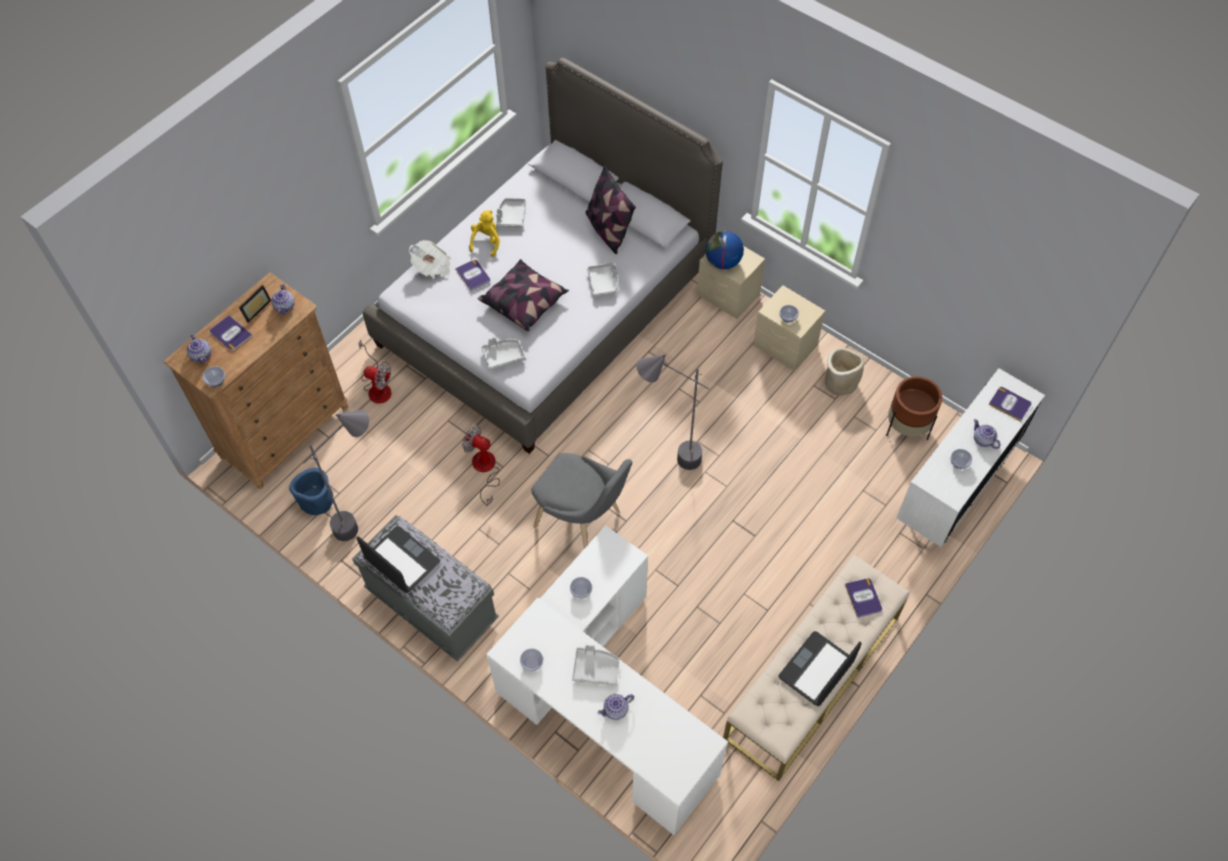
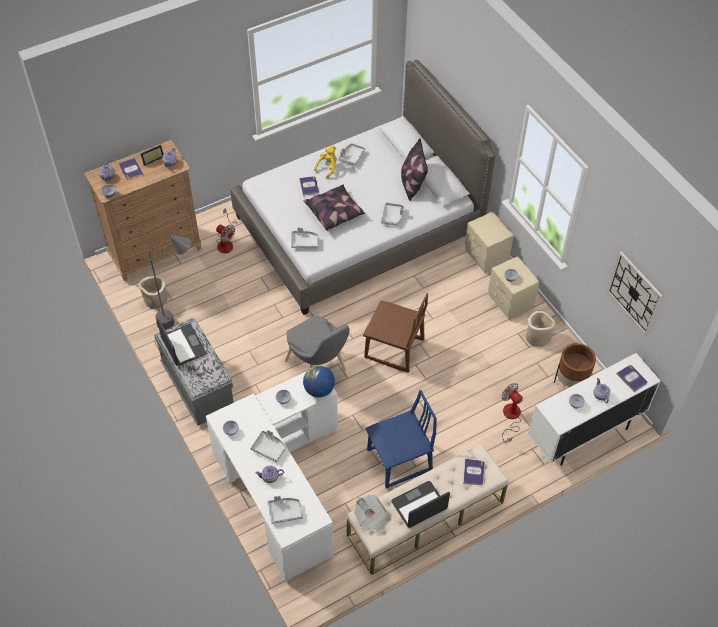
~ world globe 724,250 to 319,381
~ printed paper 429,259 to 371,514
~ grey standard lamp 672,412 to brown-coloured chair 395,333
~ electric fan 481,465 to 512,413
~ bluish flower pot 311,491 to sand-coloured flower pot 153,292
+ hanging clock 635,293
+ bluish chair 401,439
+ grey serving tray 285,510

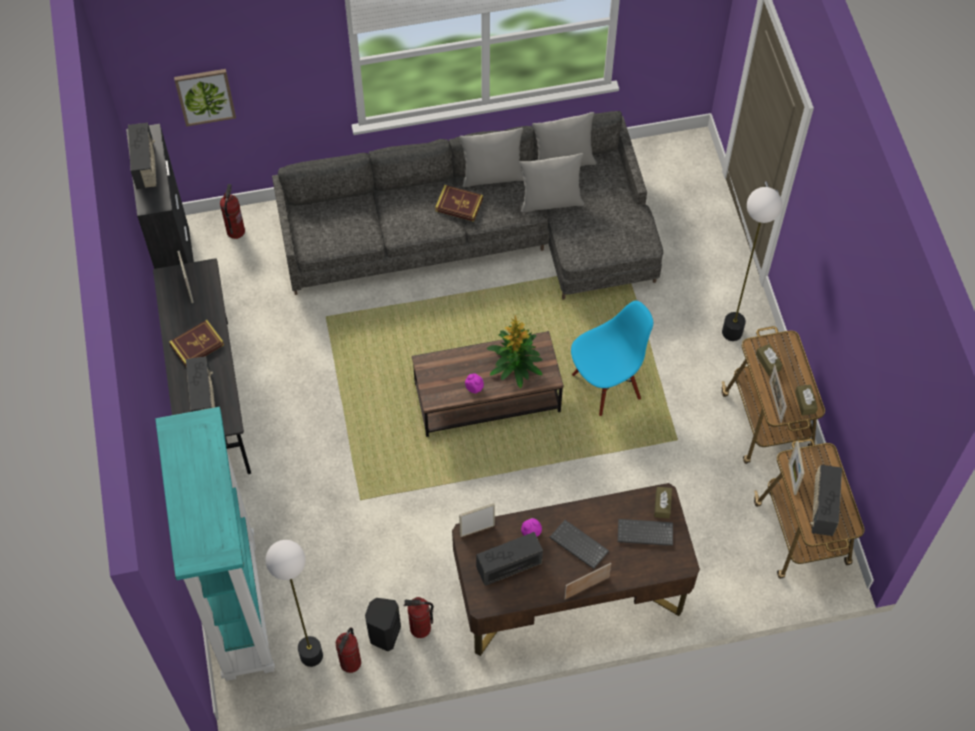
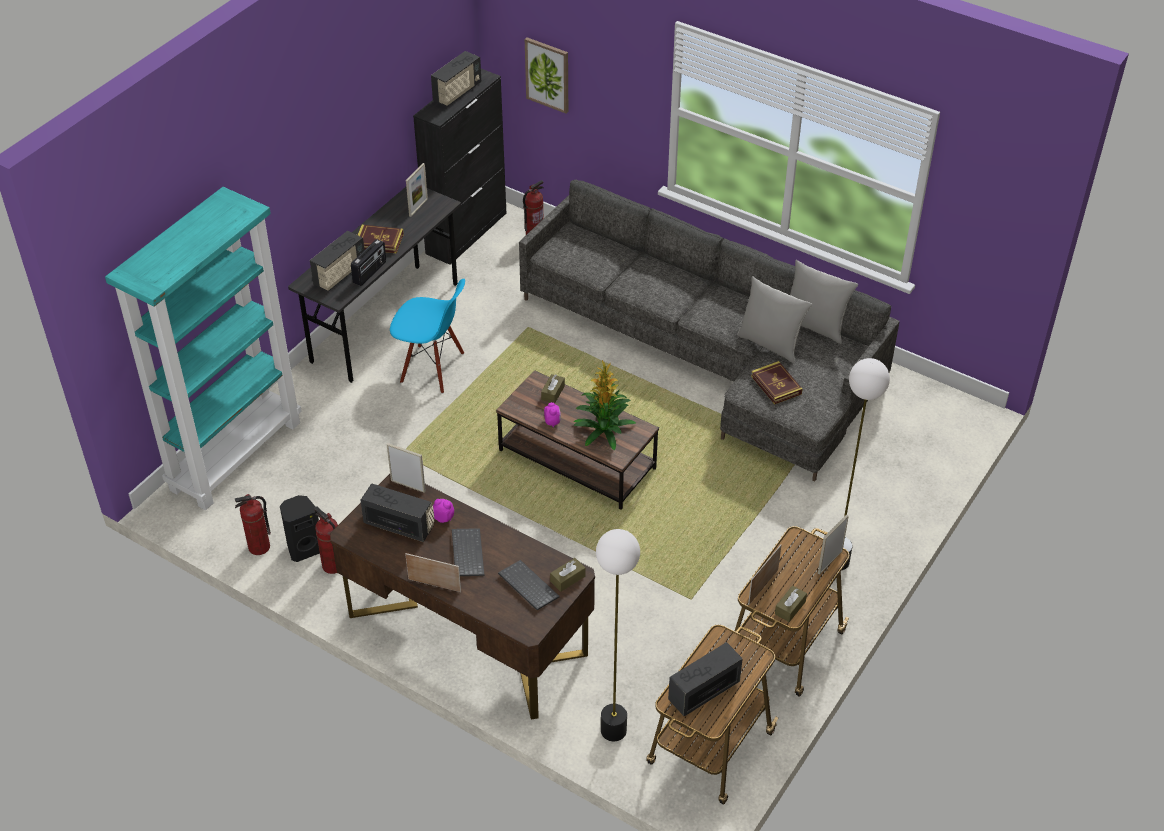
- grey pillow 491,157
~ bound book 459,203 to 776,382
~ bluish chair 612,358 to 427,336
~ brown-coloured box of tissues 769,360 to 553,389
~ standing frame 796,468 to 833,545
~ standard lamp 294,603 to 618,635
+ radio 368,262

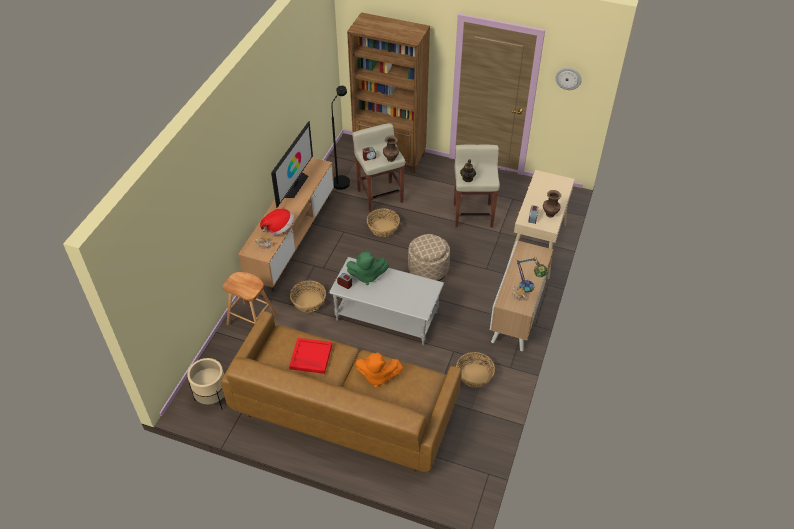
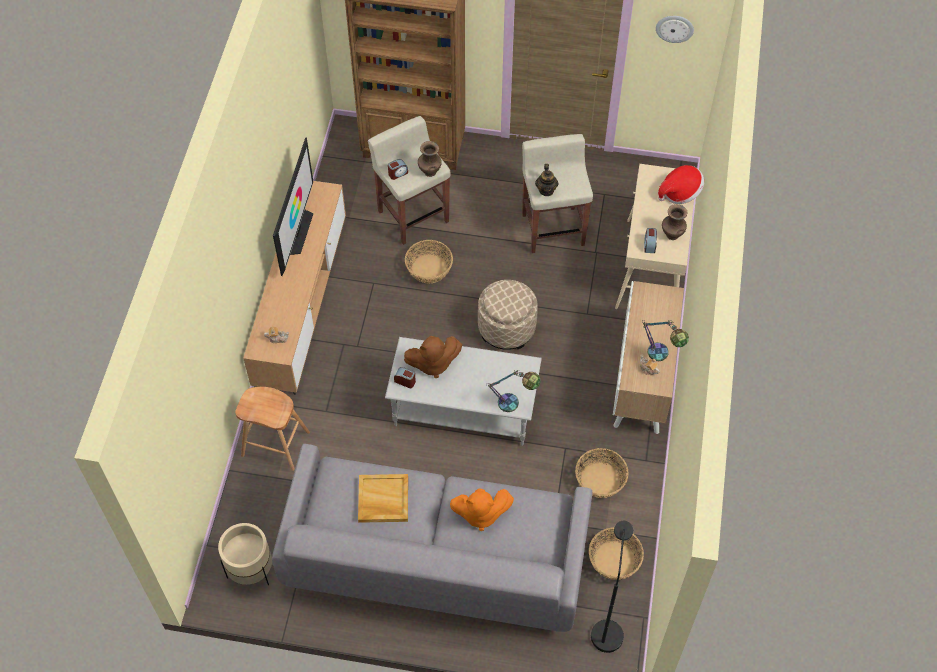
~ black standard lamp 340,138 to 612,587
~ hat 277,221 to 681,184
~ green cuddly toy 367,268 to brown-coloured cuddly toy 433,357
~ basket 308,296 to 616,553
~ brown-coloured sofa 341,391 to grey sofa 432,538
~ reddish serving tray 310,356 to sand-coloured serving tray 383,498
+ tabletop lamp 513,391

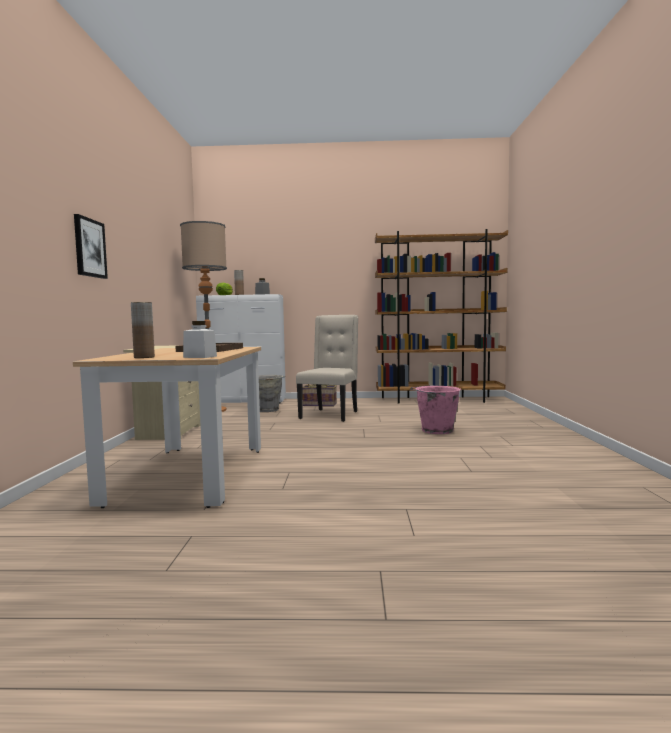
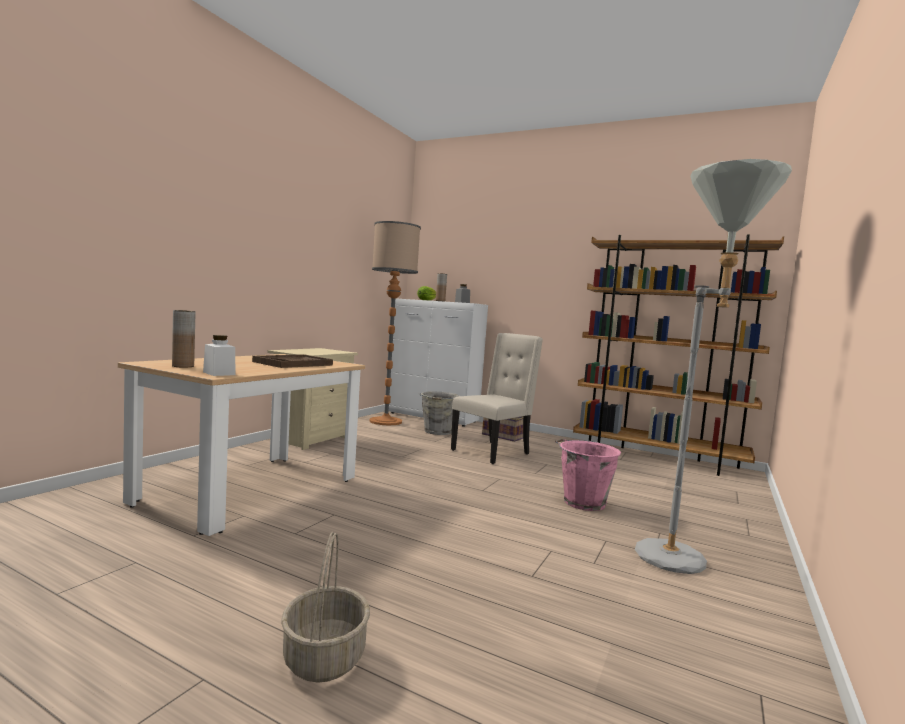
- wall art 91,246
+ grey standard lamp 713,366
+ basket 325,607

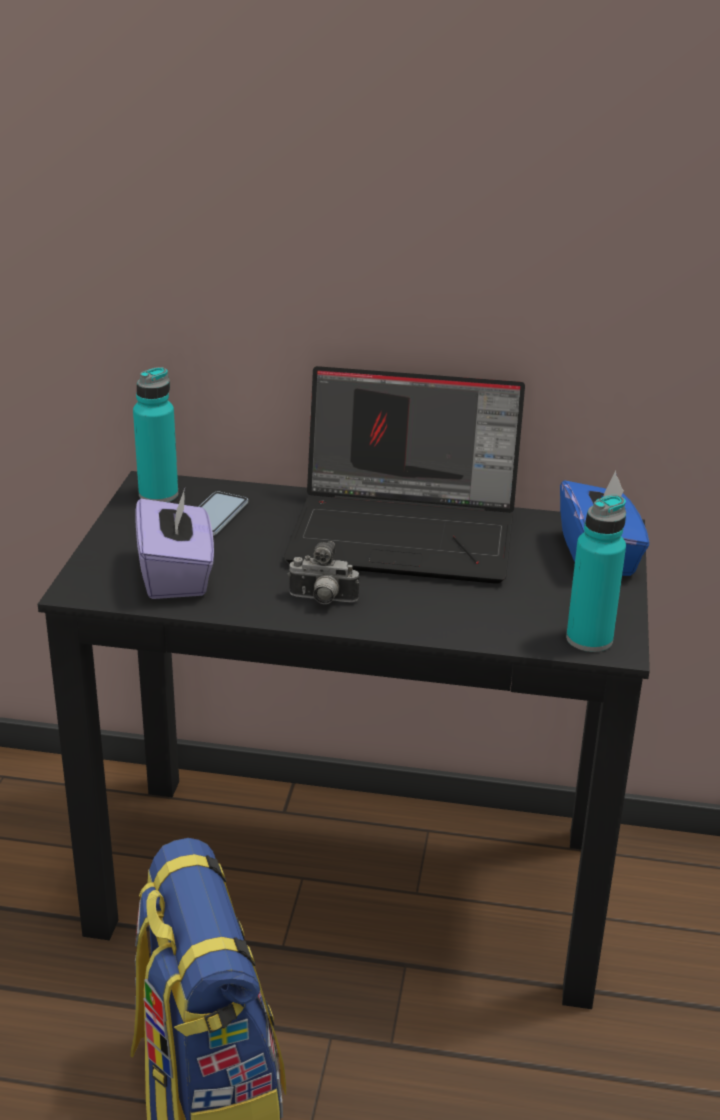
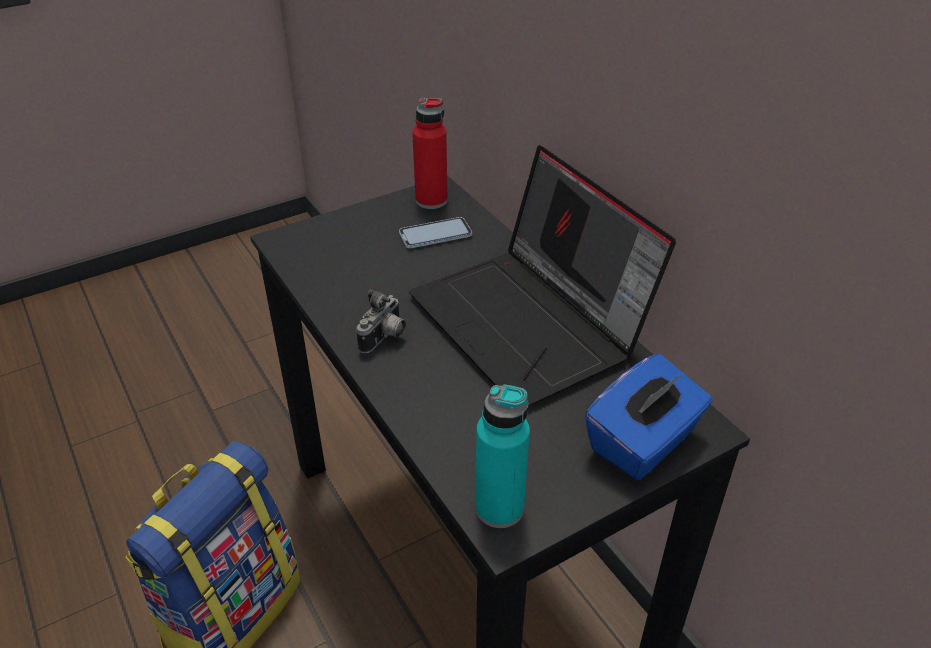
~ turquoise-coloured bottle 155,434 to reddish bottle 430,153
- purplish box of tissues 174,543
~ still camera 323,572 = 381,321 120 degrees counterclockwise

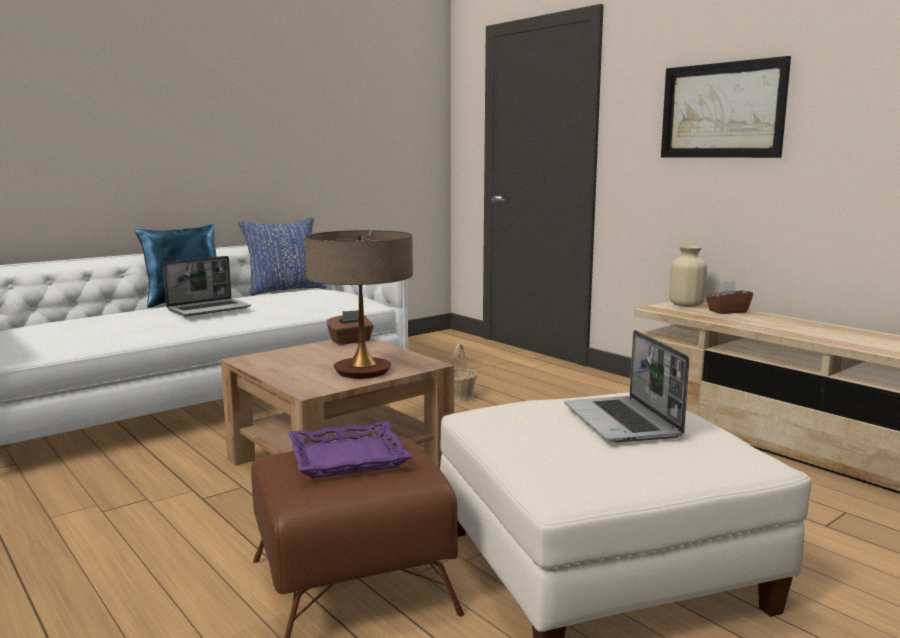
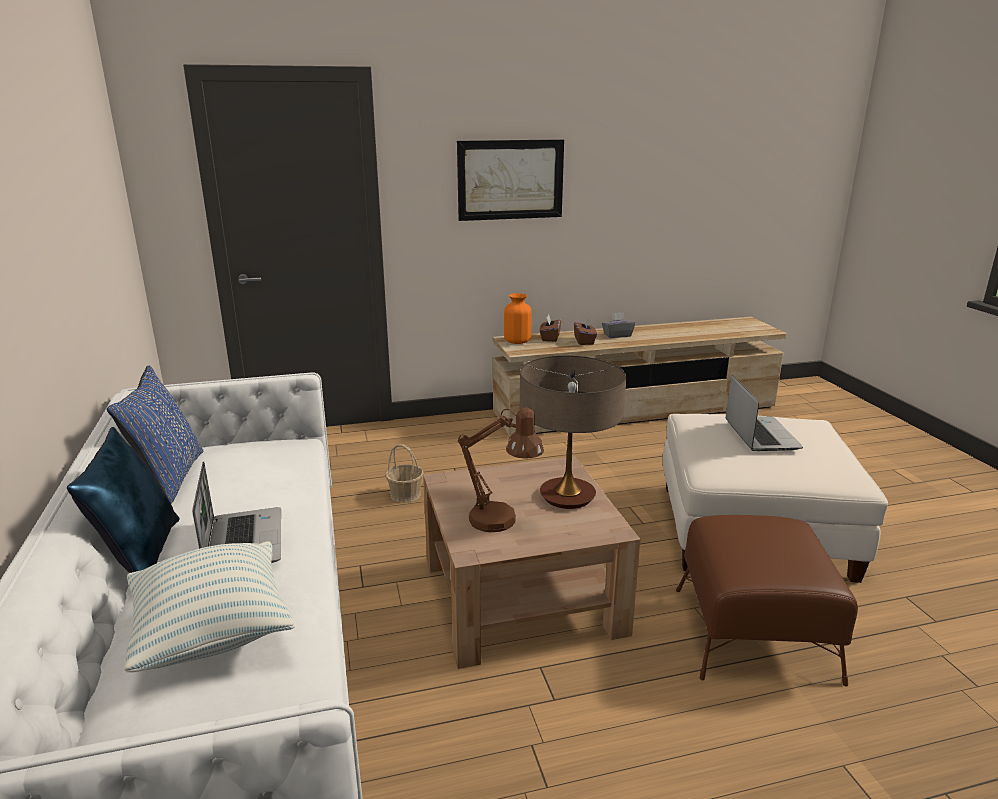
~ sand-coloured vase 688,276 to orangey vase 518,318
~ brown-coloured box of tissues 350,327 to 585,331
~ laptop 626,386 = 764,413 105 degrees counterclockwise
- purplish serving tray 350,449
+ grey box of tissues 618,325
+ brown-coloured tabletop lamp 501,469
+ pillow 209,607

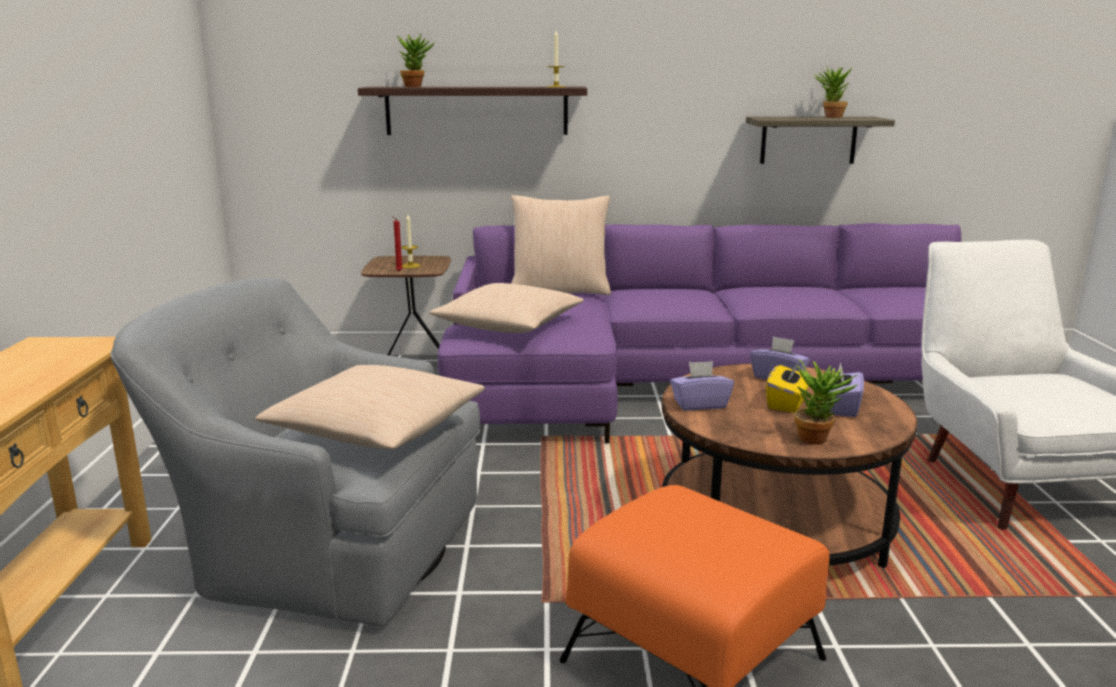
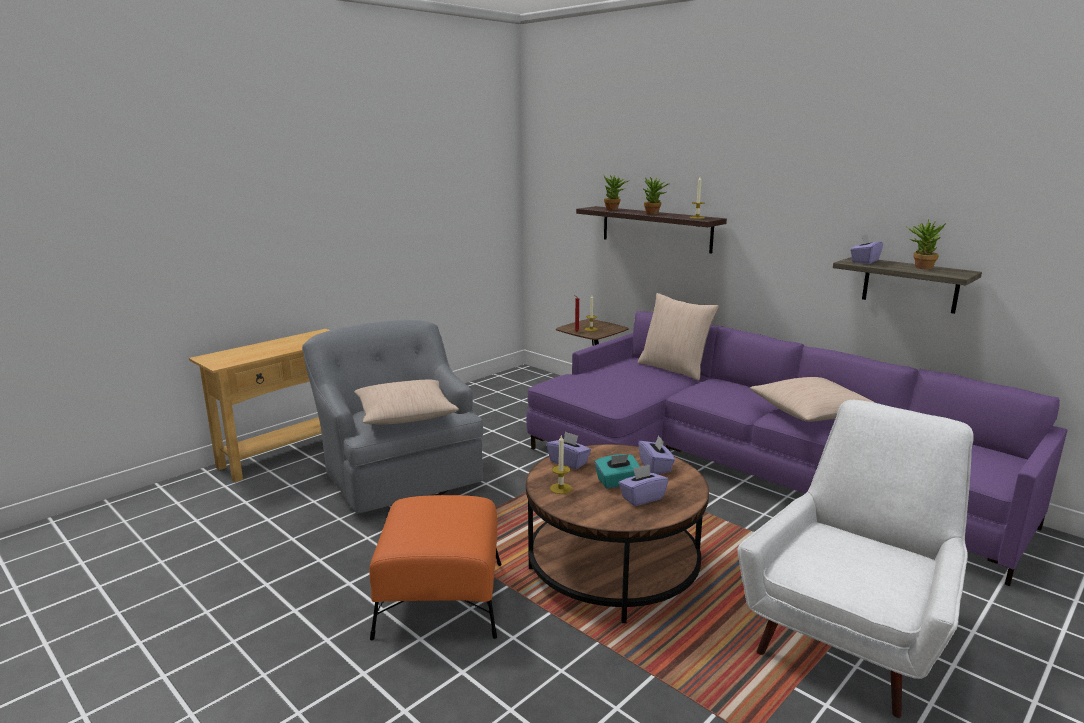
~ sand-coloured pillow 506,308 to 812,399
~ houseplant 826,402 to 656,196
~ yellow box of tissues 787,387 to turquoise-coloured box of tissues 617,471
+ purplish box of tissues 866,249
+ wax light 561,464

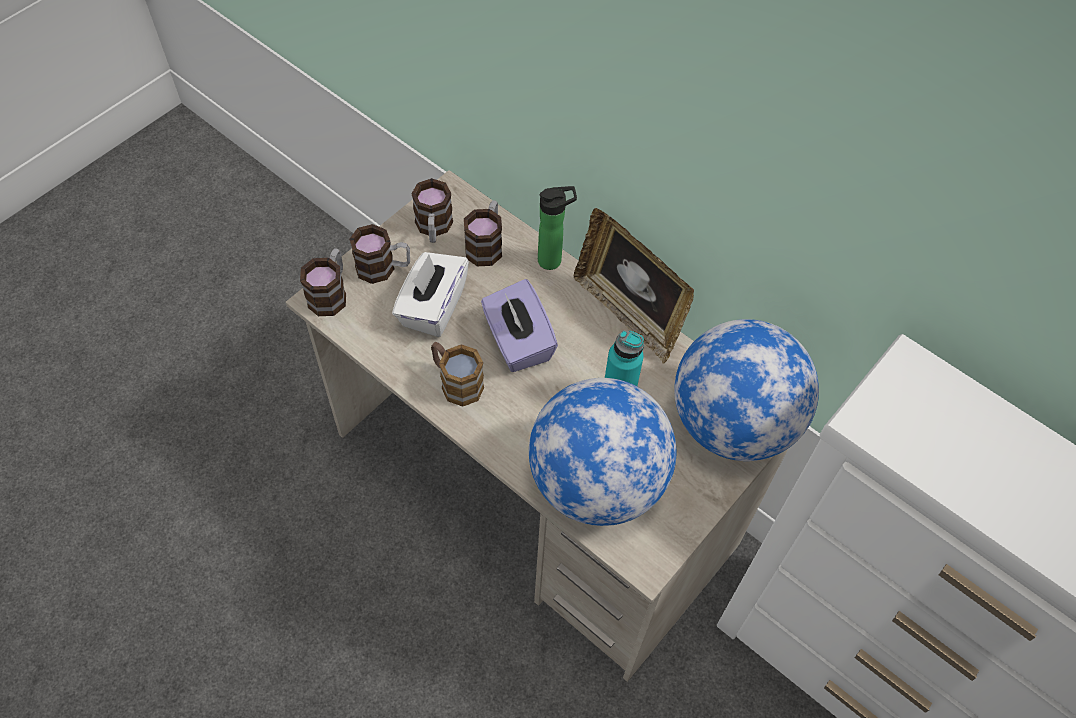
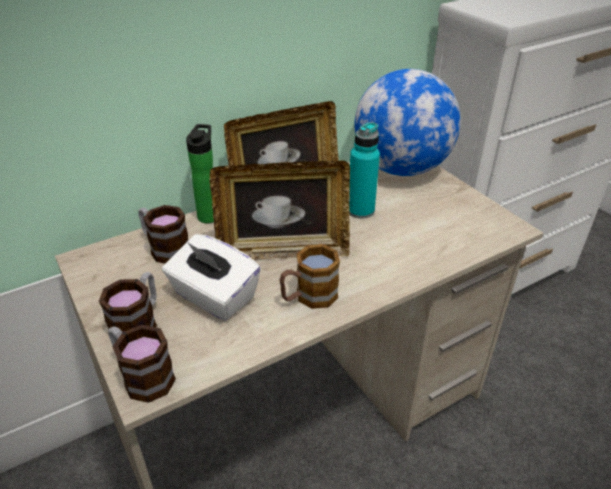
- mug 432,210
~ purplish box of tissues 519,325 to standing frame 279,210
- world globe 602,452

